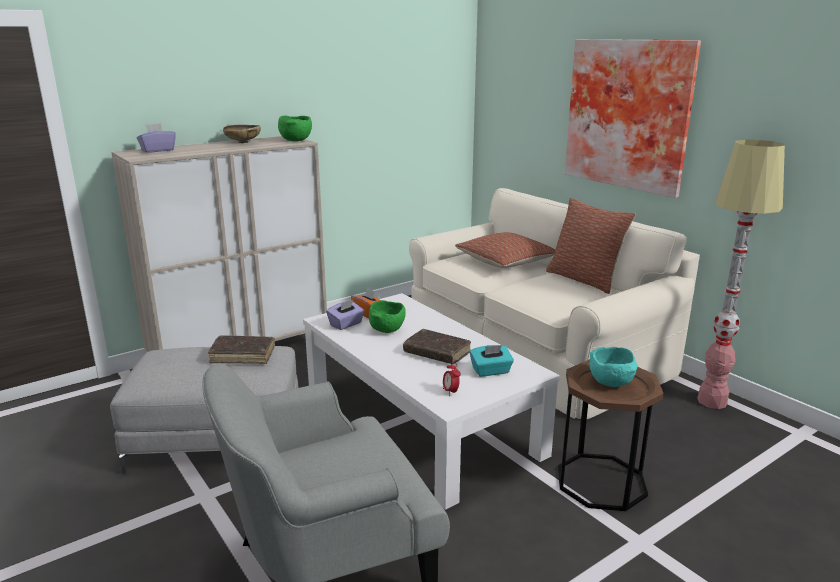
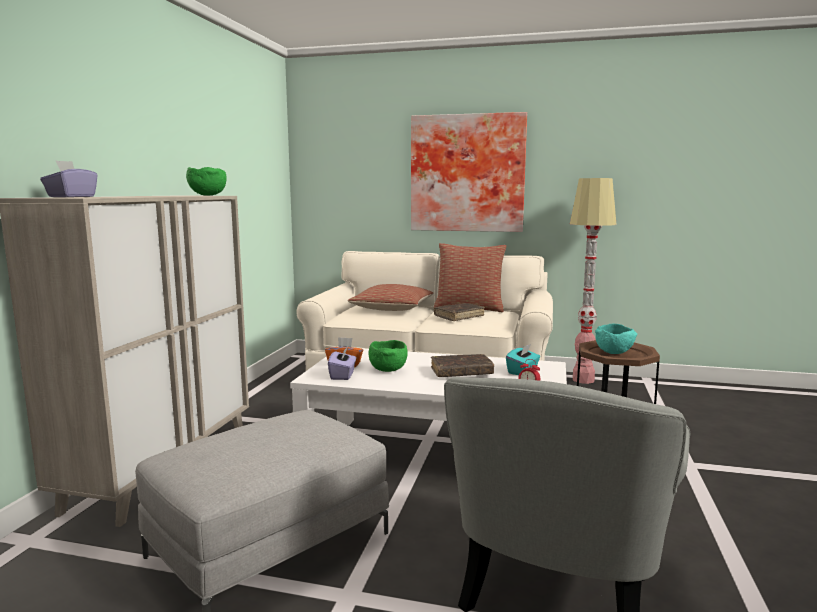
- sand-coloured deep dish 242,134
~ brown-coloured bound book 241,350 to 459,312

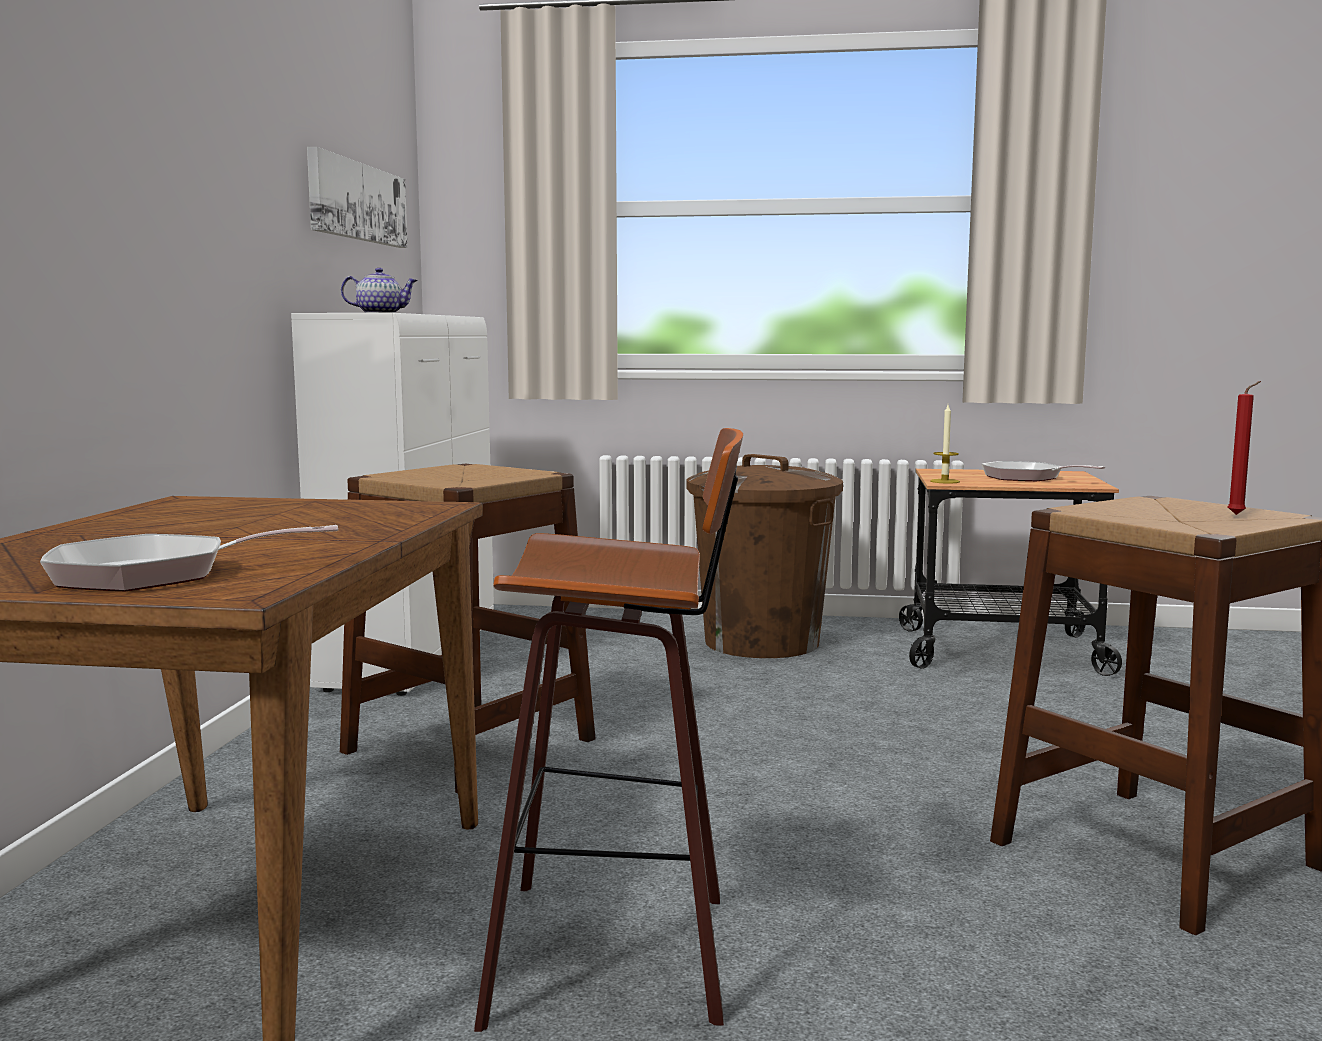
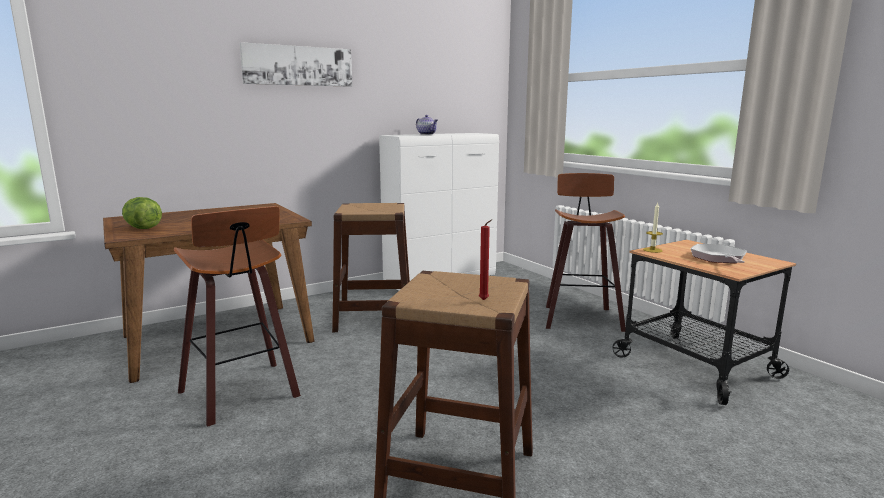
~ wall art 357,197 to 296,64
~ brown-coloured rubbish bin 764,556 to stool seat 586,252
~ frying pan 189,558 to head of lettuce 142,213

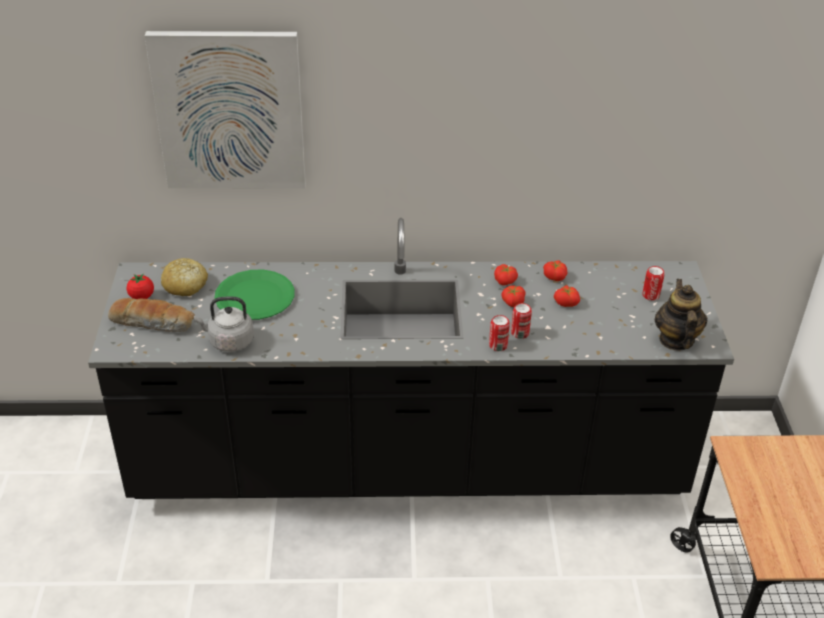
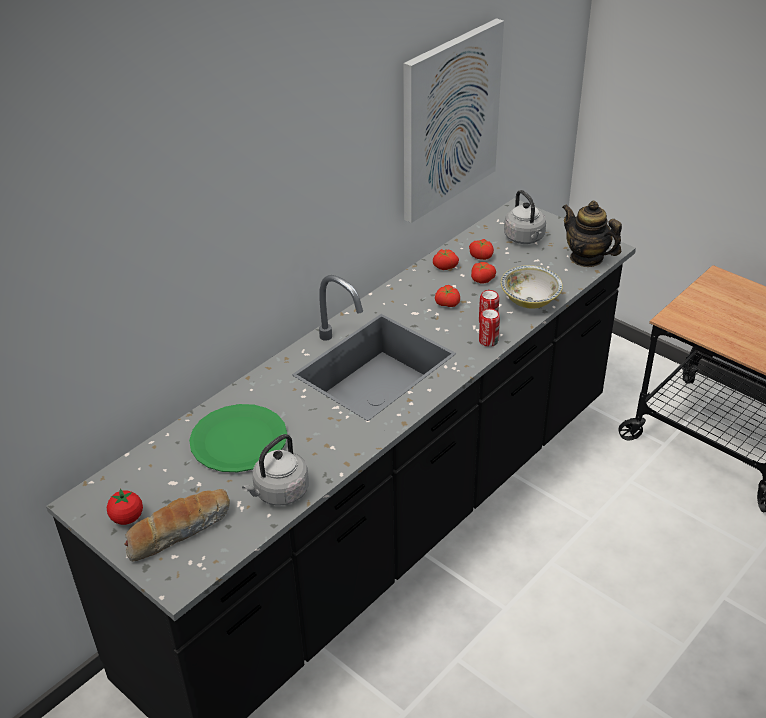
~ wall art 225,109 to 453,120
- baked bread 184,277
~ whole tomato 506,274 to 481,249
~ sealed can 653,283 to grey water kettle 525,217
+ deep dish 532,287

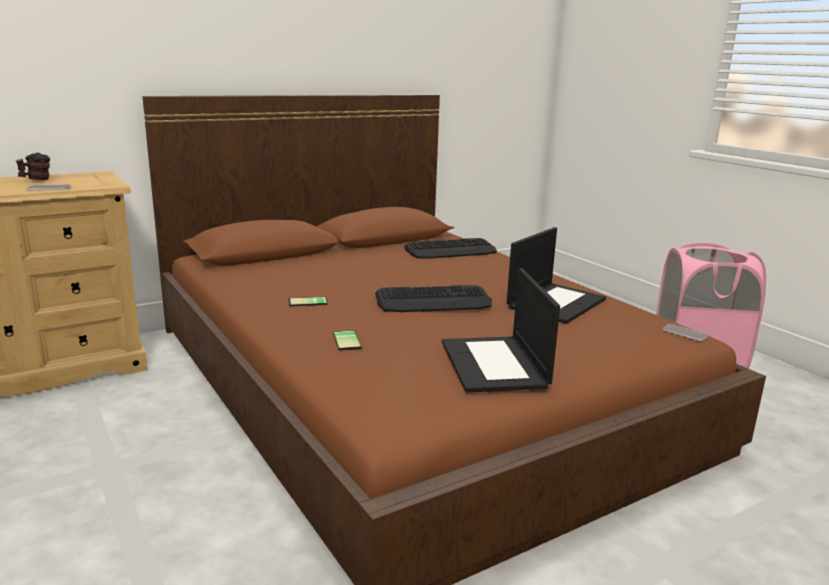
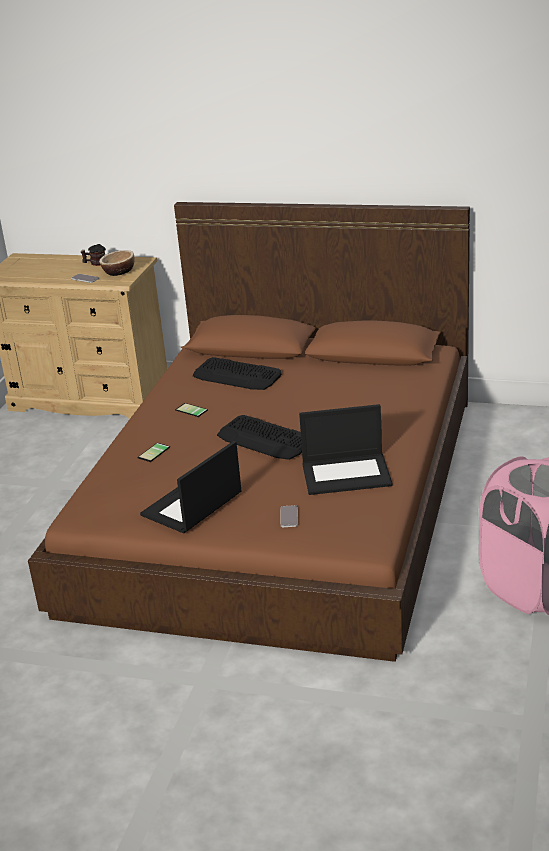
~ keyboard 450,248 to 237,373
~ telephone 685,332 to 289,516
+ deep dish 116,263

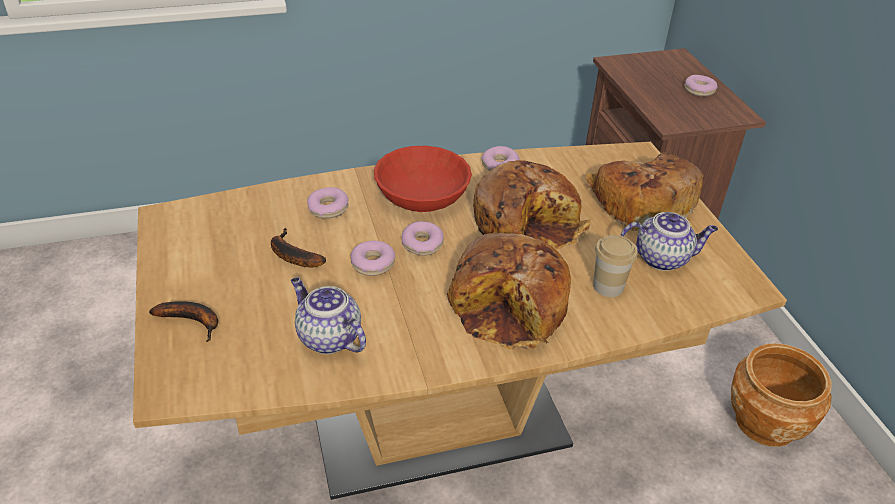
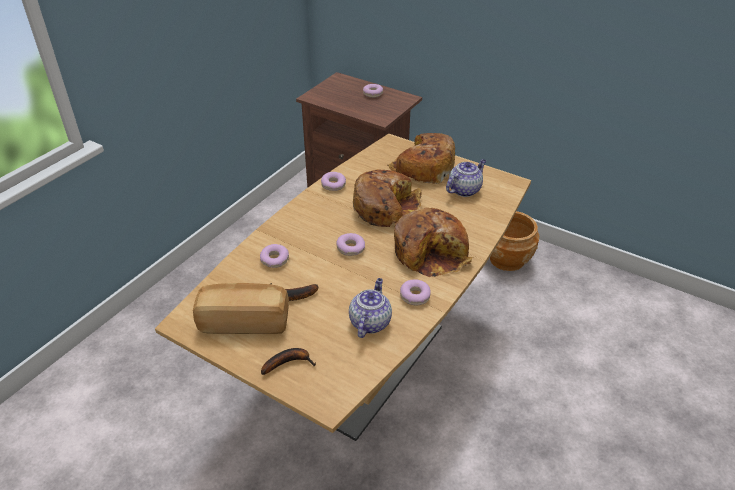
- reddish deep dish 423,179
- small cup 615,266
~ donut 373,258 to 415,292
~ pot for tea 328,315 = 370,308 105 degrees clockwise
+ baked bread 241,308

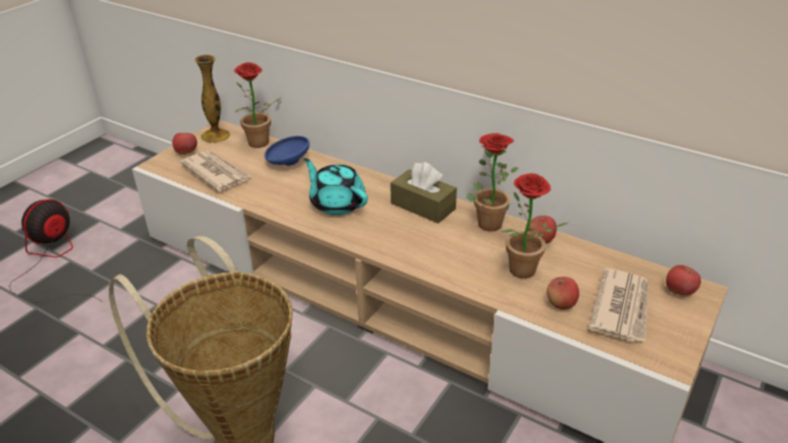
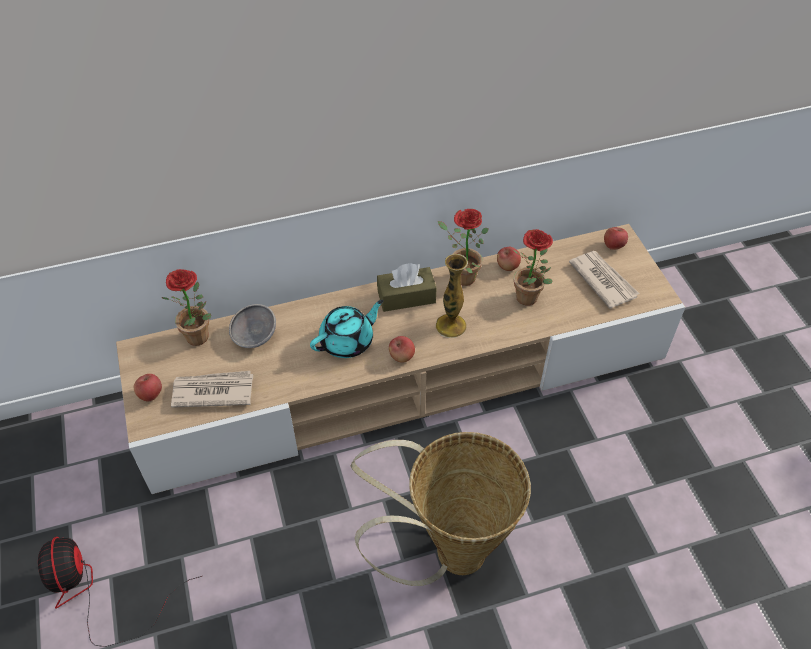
~ vase 212,99 to 452,296
~ bluish deep dish 286,151 to grey deep dish 252,326
~ turquoise-coloured pot for tea 336,186 = 347,329 150 degrees clockwise
~ whole apple 563,293 to 402,349

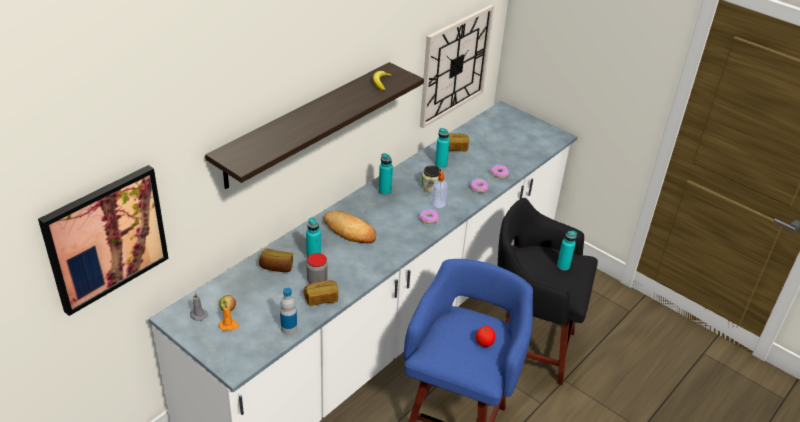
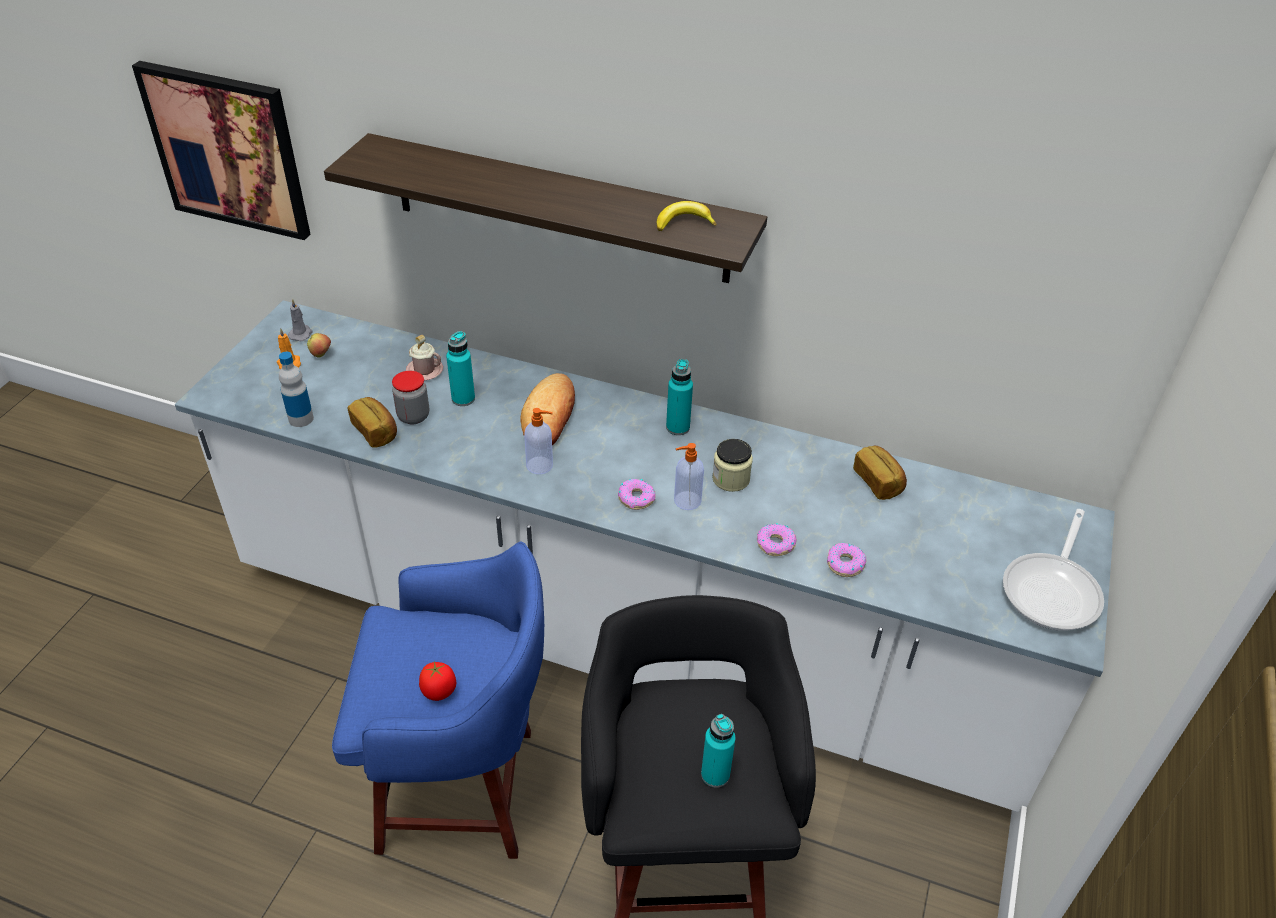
- hanging clock 457,66
- turquoise-coloured bottle 442,148
~ baked bread 276,260 to pink-coloured mug 424,357
+ soap bottle 538,441
+ frying pan 1053,570

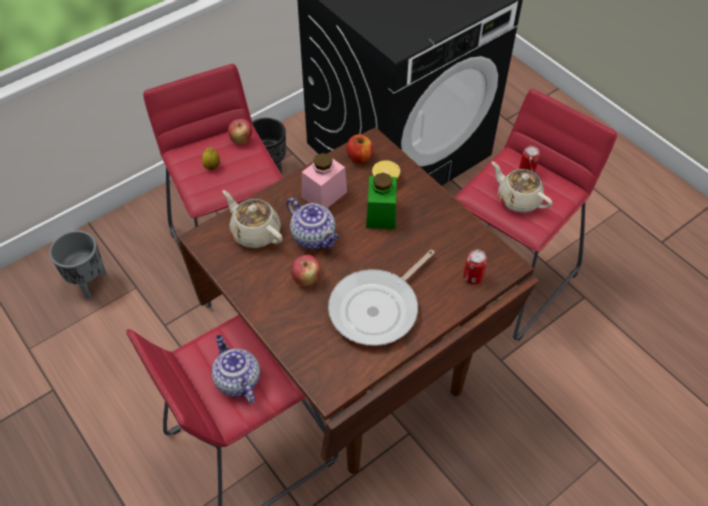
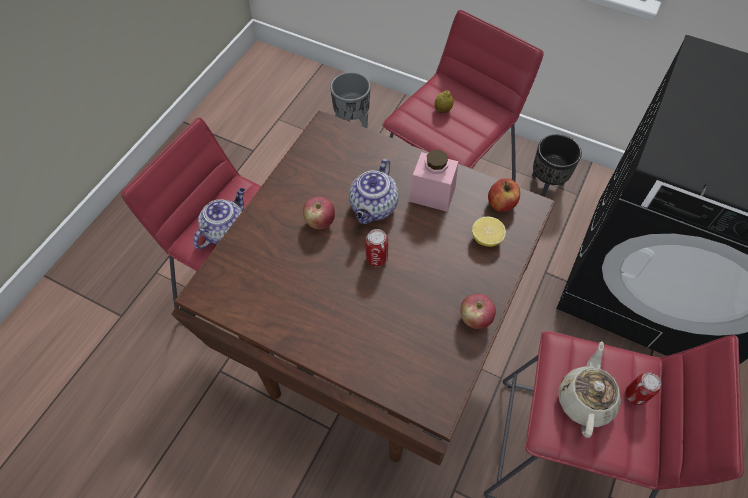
~ whole apple 240,131 to 478,311
- green storage jar 381,201
- sand-coloured pot for tea 252,219
~ sealed can 475,267 to 377,248
- frying pan 381,298

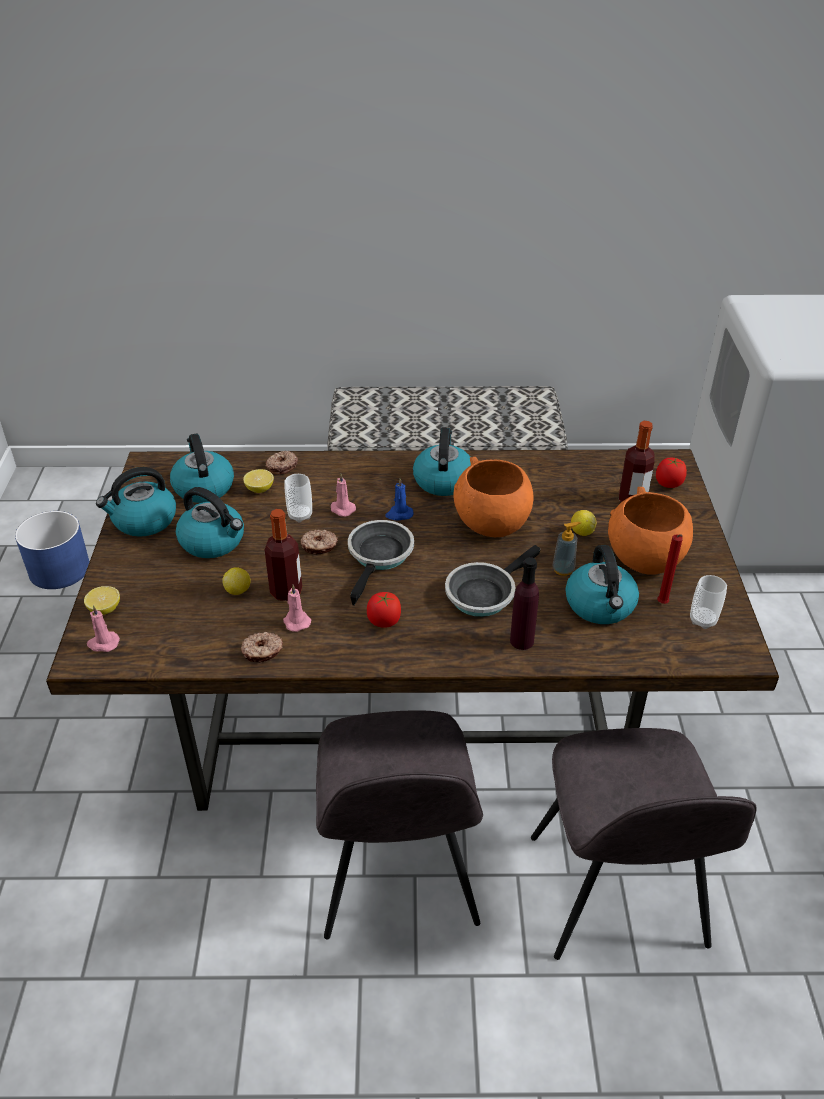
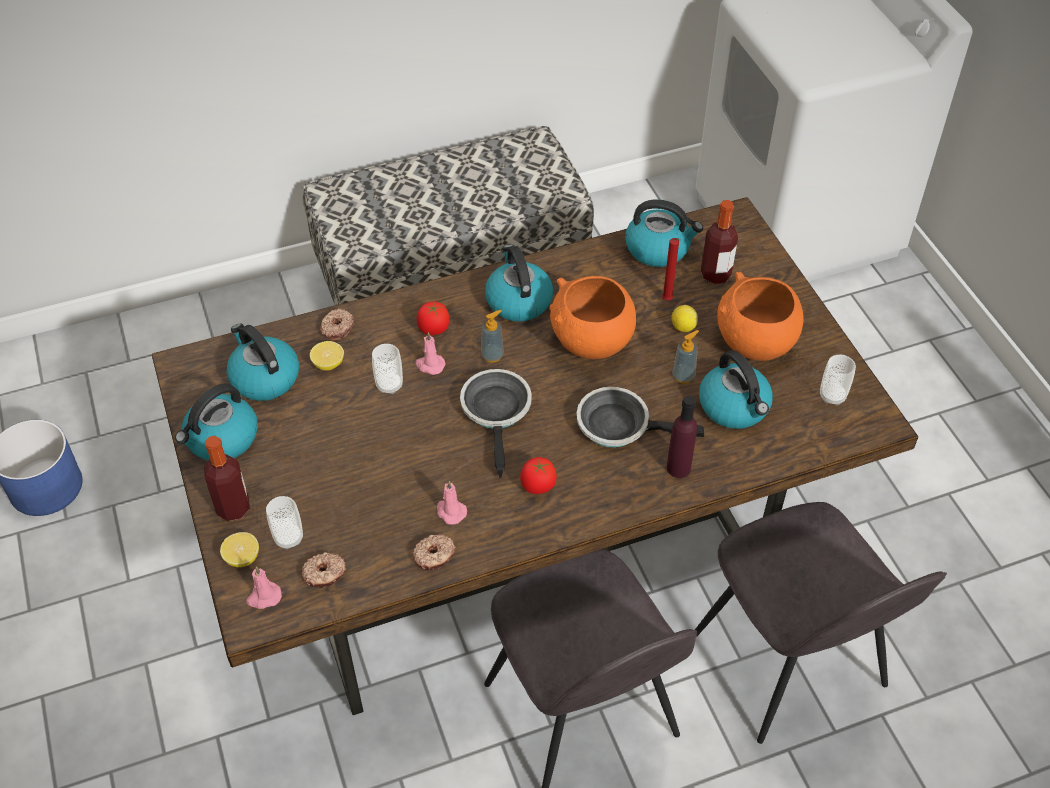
~ whole tomato 671,472 to 433,318
~ bluish wax light 399,499 to soap bottle 492,336
~ water kettle 210,522 to 664,233
~ bottle 283,555 to 227,478
~ donut 319,542 to 324,570
~ reddish wax light 670,569 to 671,269
~ frying pan 493,581 = 640,417 75 degrees clockwise
- citrus fruit 236,581
+ small cup 284,522

